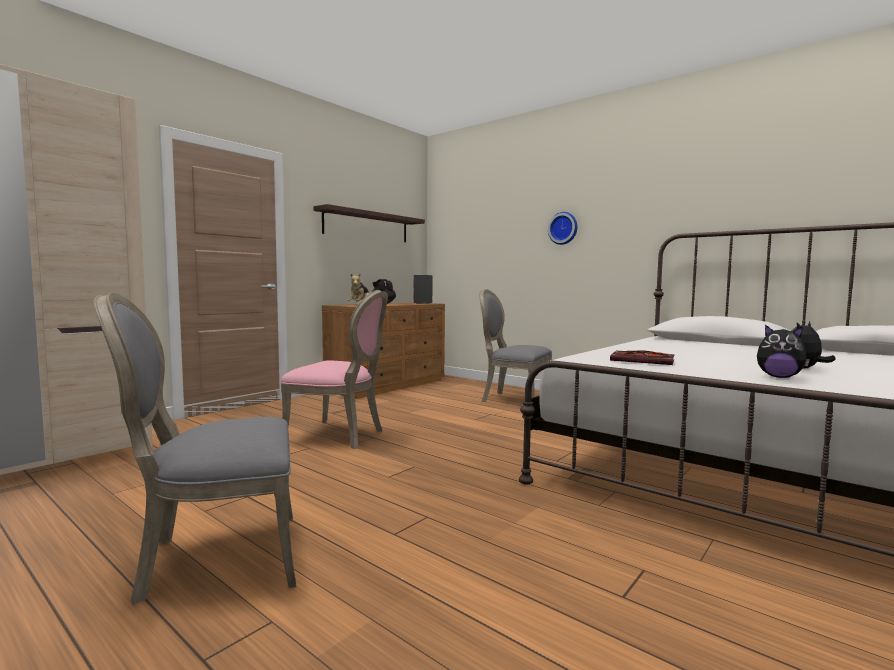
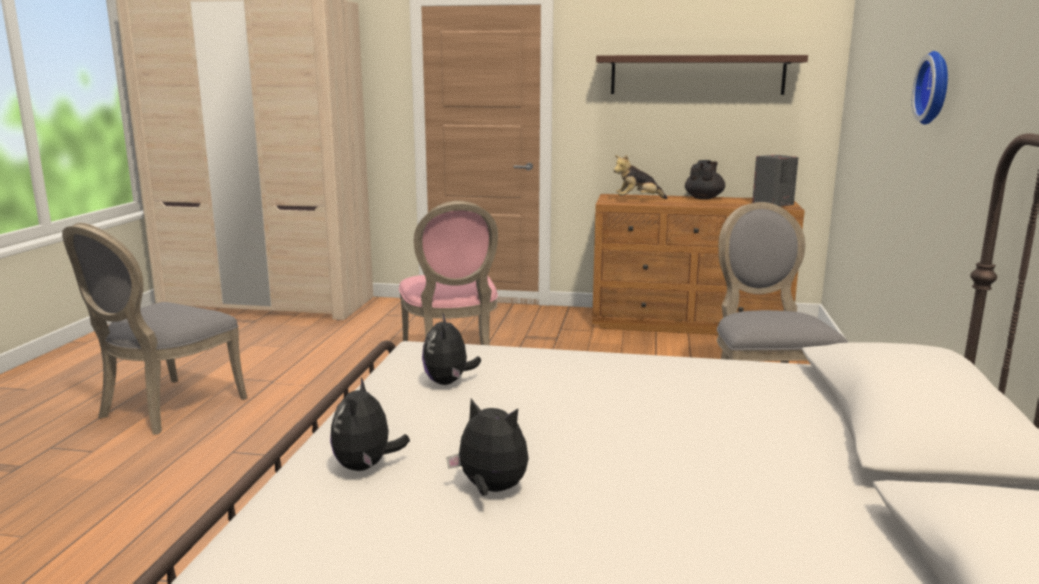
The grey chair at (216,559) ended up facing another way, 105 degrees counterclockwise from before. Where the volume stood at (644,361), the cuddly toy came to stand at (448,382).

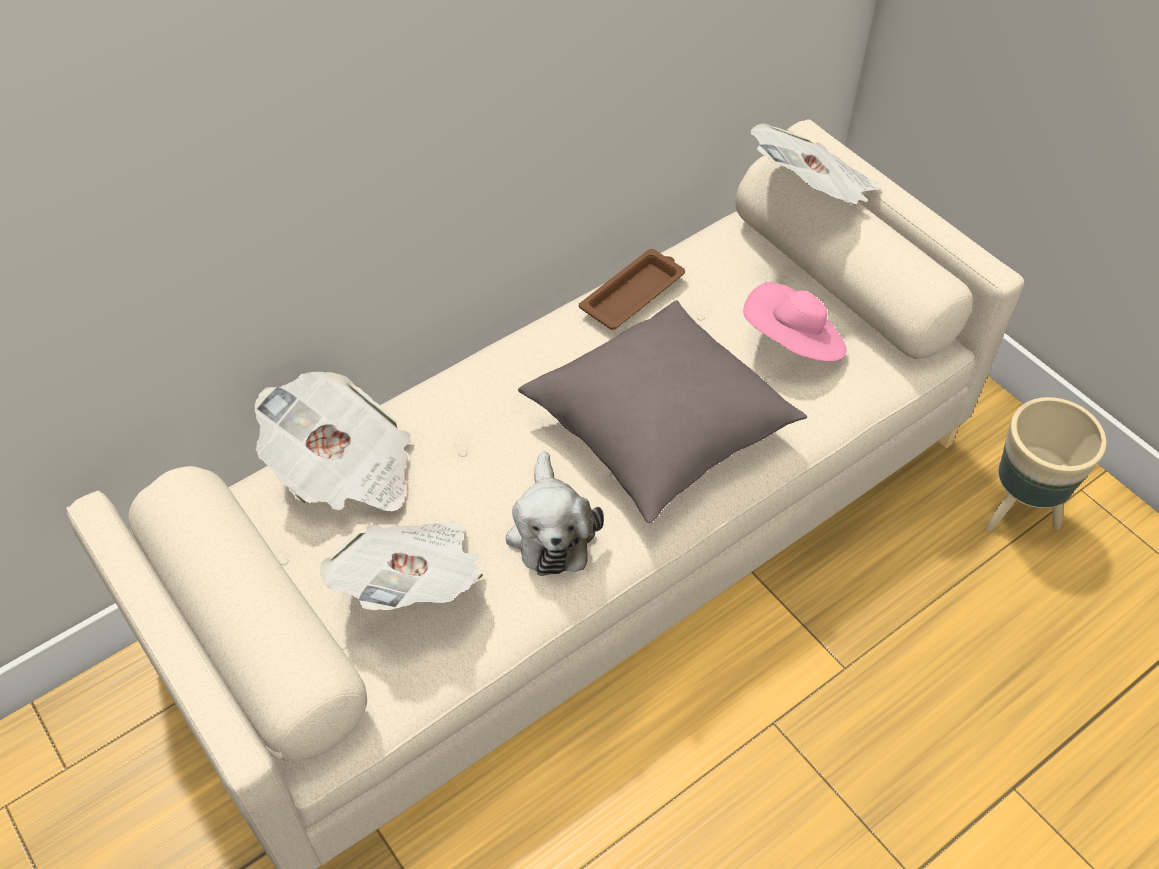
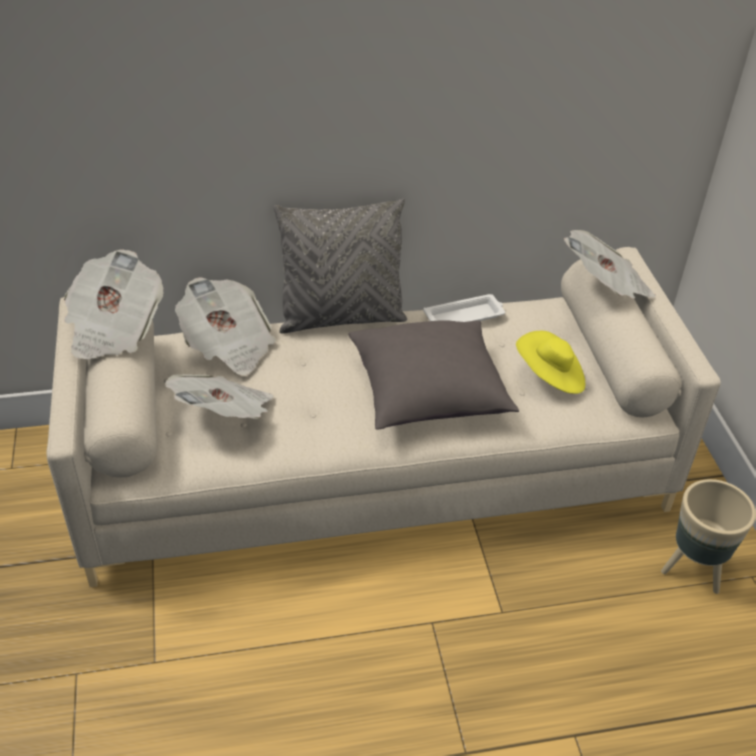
The second view gained the daily paper at (113,328). The second view gained the grey pillow at (341,317). What was the brown carrying tray at (634,294) turned into the white-coloured carrying tray at (465,316). What was the pinkish wearable hat at (793,343) turned into the yellow-coloured wearable hat at (550,377). The second view lost the cuddly toy at (551,529).

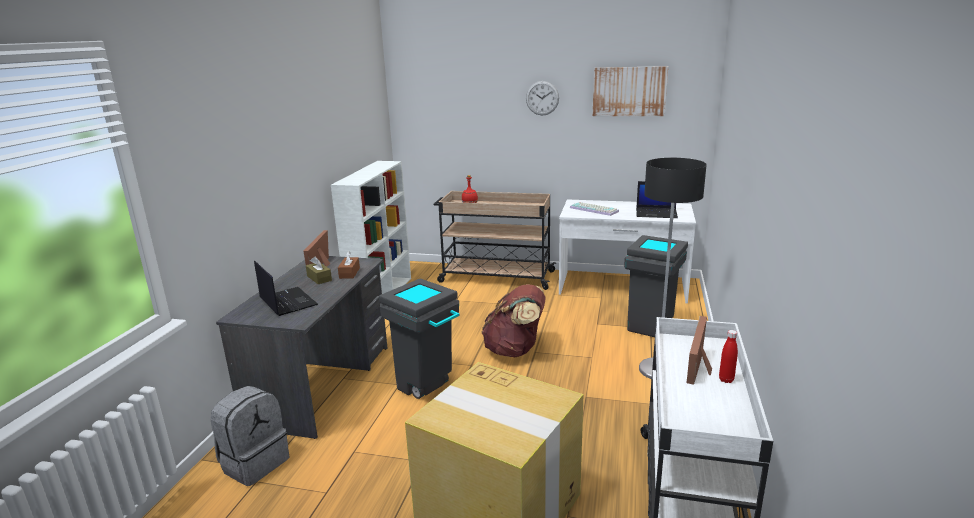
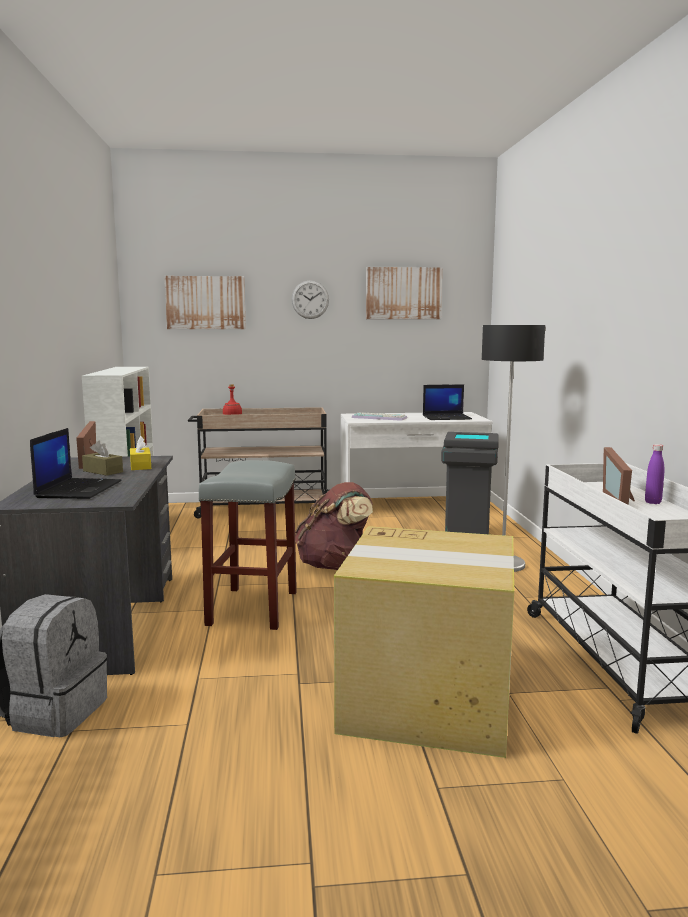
The laptop at (287,302) ended up facing another way, 60 degrees clockwise from before. What was the brown tissue holder at (349,273) turned into the yellow-coloured tissue holder at (140,466). The second view gained the picture at (205,303). Where the grey trash can stood at (428,388), the grey stool seat came to stand at (253,608). What was the reddish drink bottle at (726,380) turned into the purple-coloured drink bottle at (653,502).

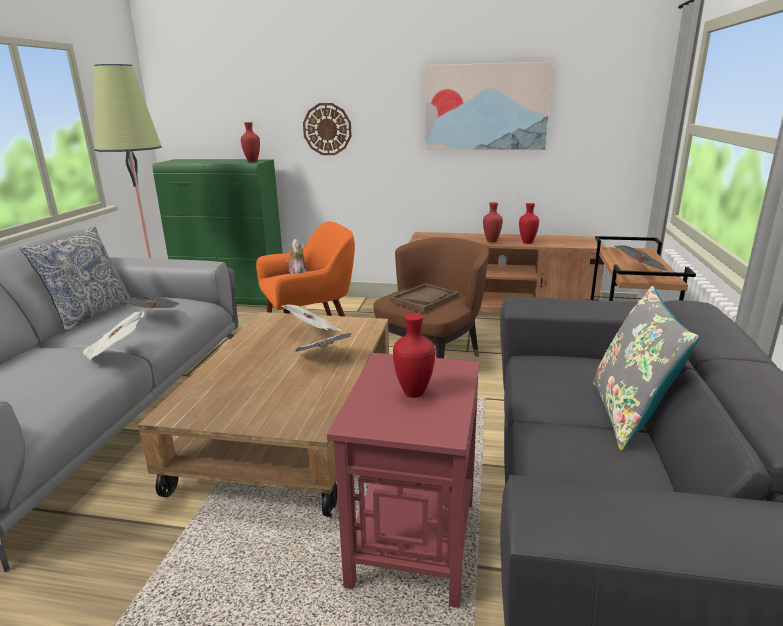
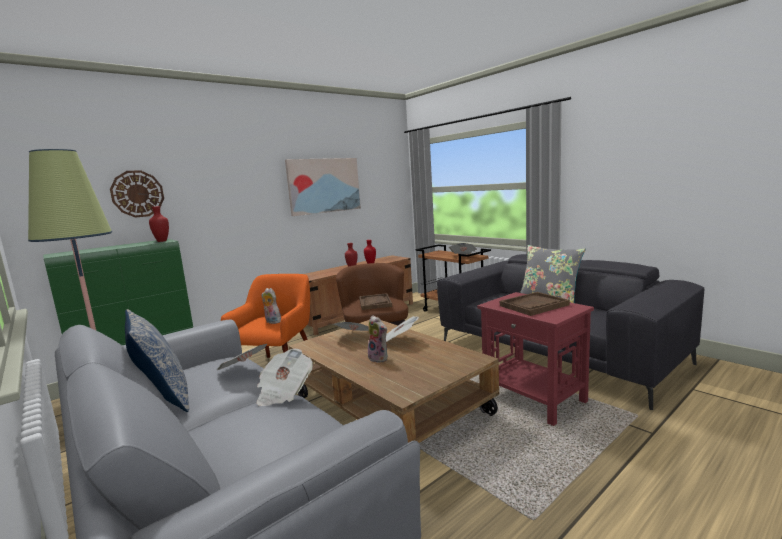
The clock on the wall ended up elsewhere, having gone from (327,129) to (137,194). The second view gained the cuddly toy at (379,358). Where the reddish vase stood at (412,393), the brown carrying tray came to stand at (534,305).

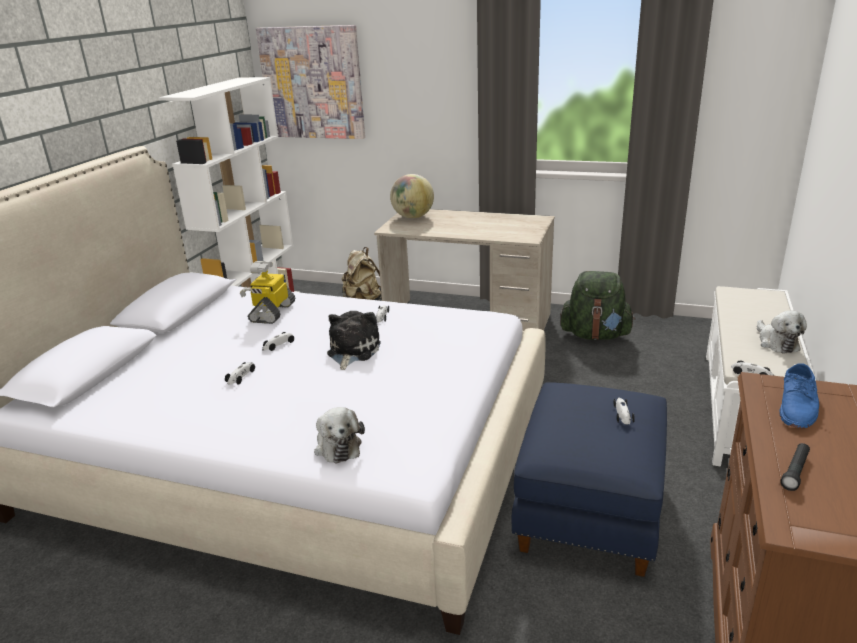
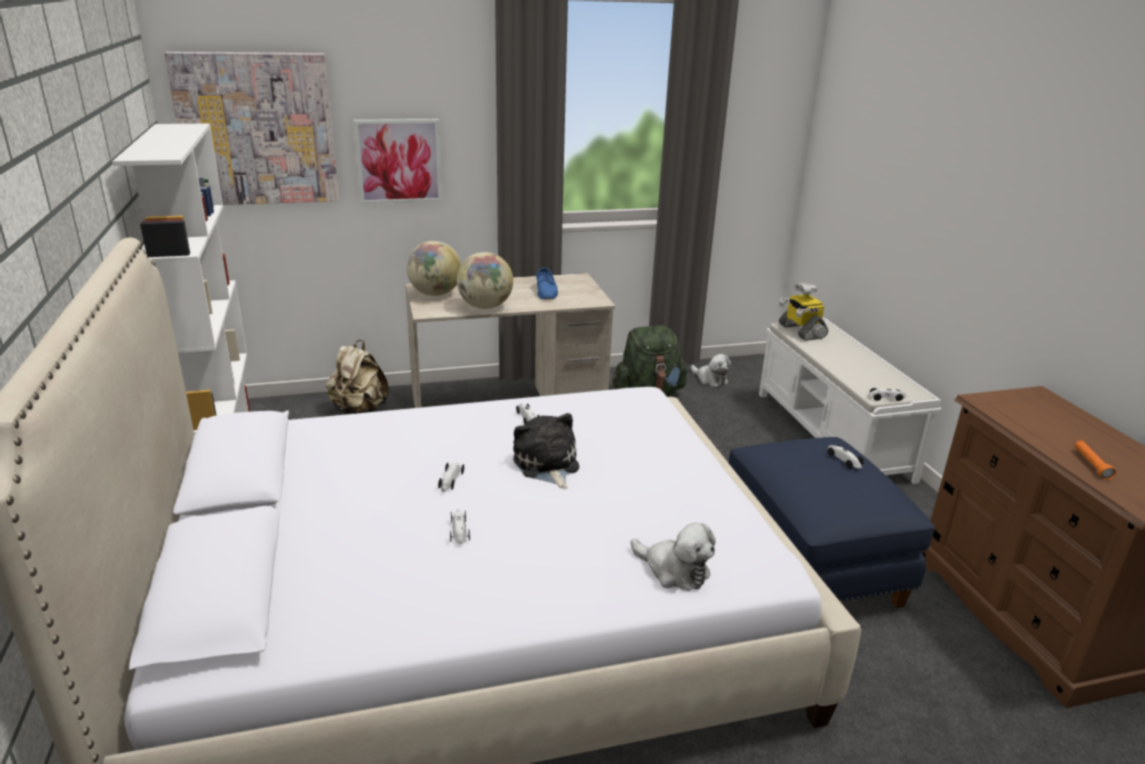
The second view gained the picture at (399,161). The second view gained the globe at (485,307). The blue item of footwear ended up elsewhere, having gone from (798,406) to (546,291). The cuddly toy ended up elsewhere, having gone from (776,342) to (710,379). The model robot ended up elsewhere, having gone from (272,312) to (800,331). What was the black-coloured flashlight at (795,471) turned into the orange flashlight at (1091,464).

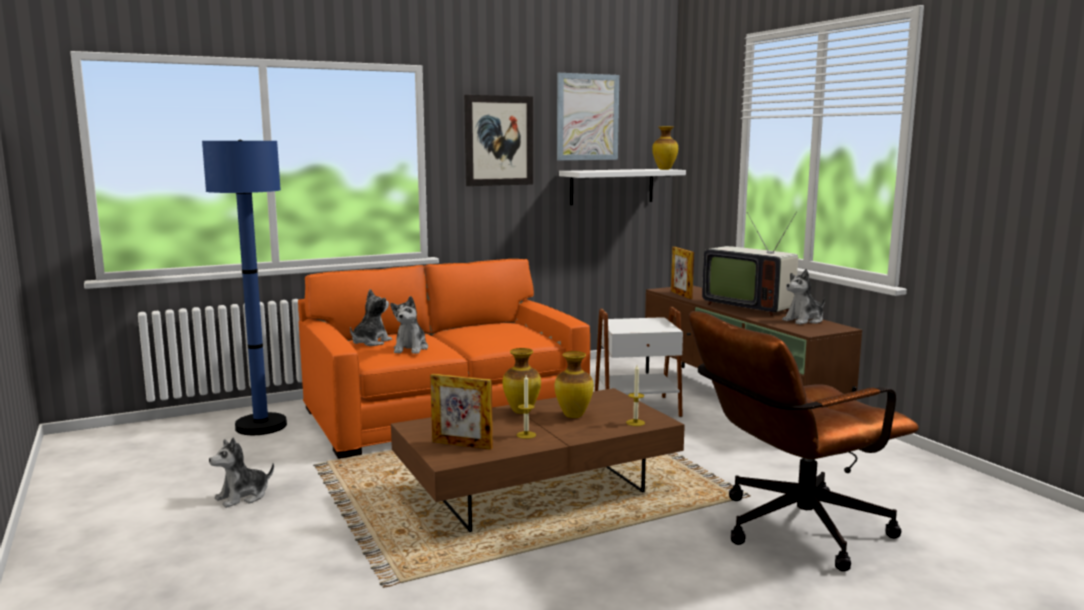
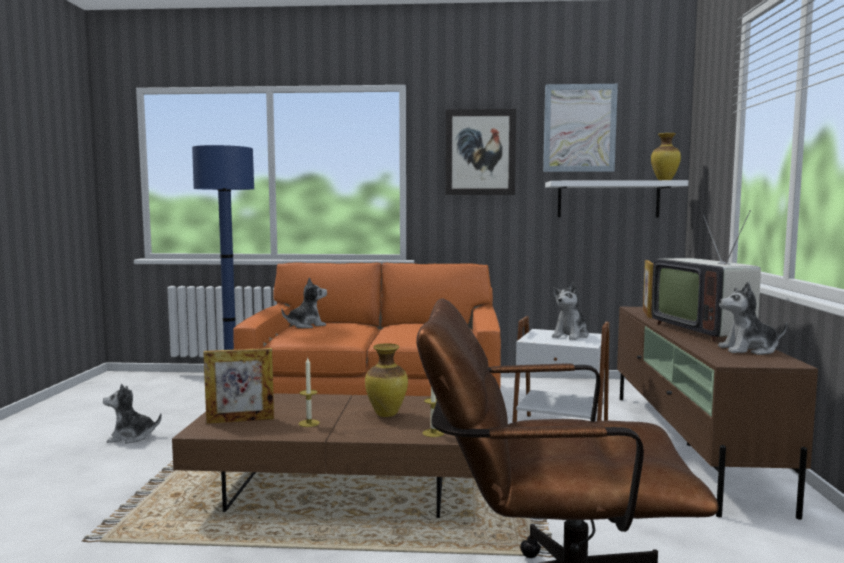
The photo frame at (462,445) ended up facing another way, 60 degrees counterclockwise from before. The cuddly toy ended up elsewhere, having gone from (411,349) to (571,335). The second view lost the vase at (522,411).

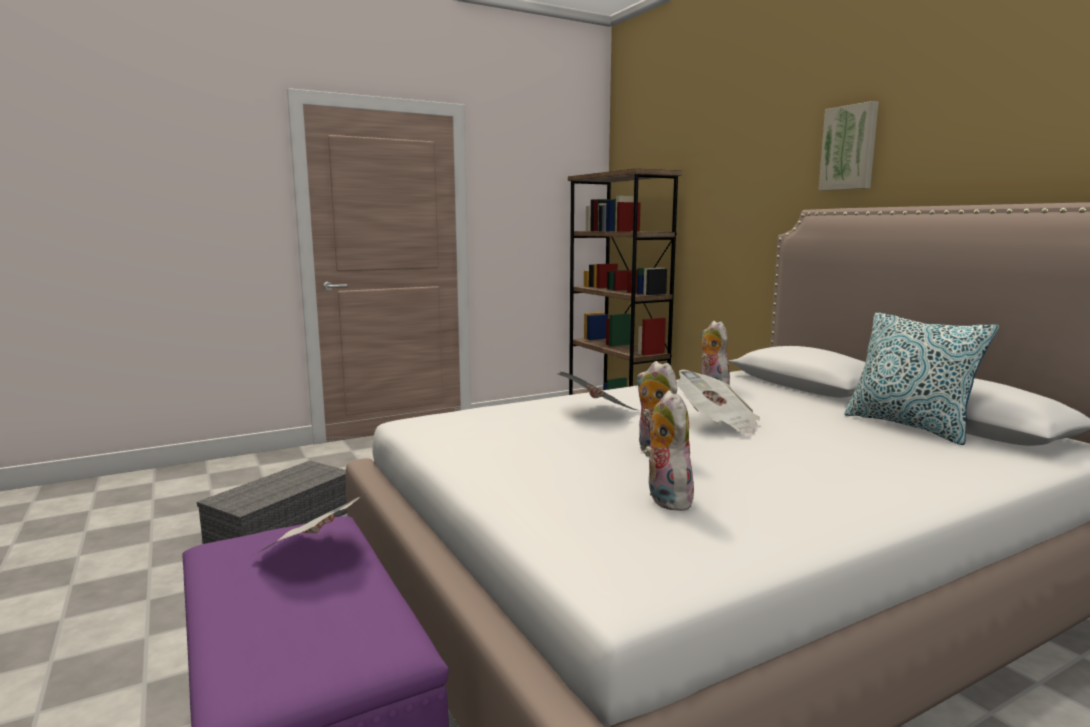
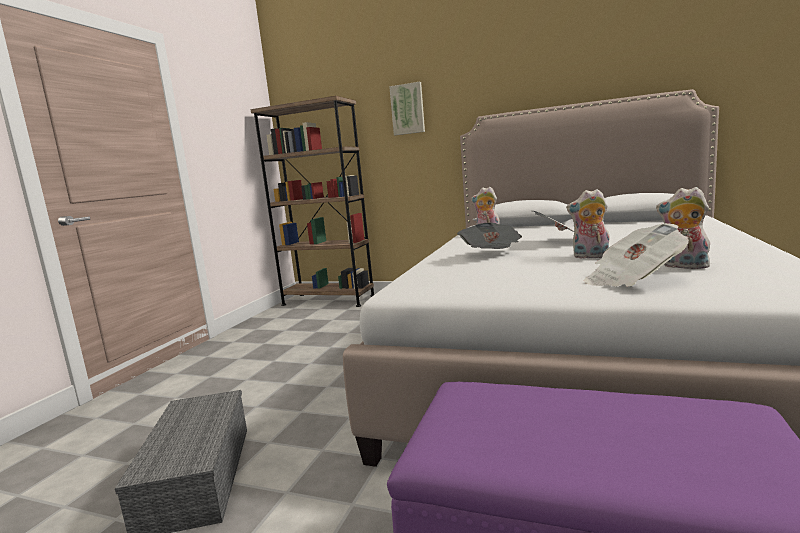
The picture ended up elsewhere, having gone from (849,148) to (407,109). The daily paper ended up elsewhere, having gone from (312,551) to (632,280). The second view lost the pillow at (909,426).

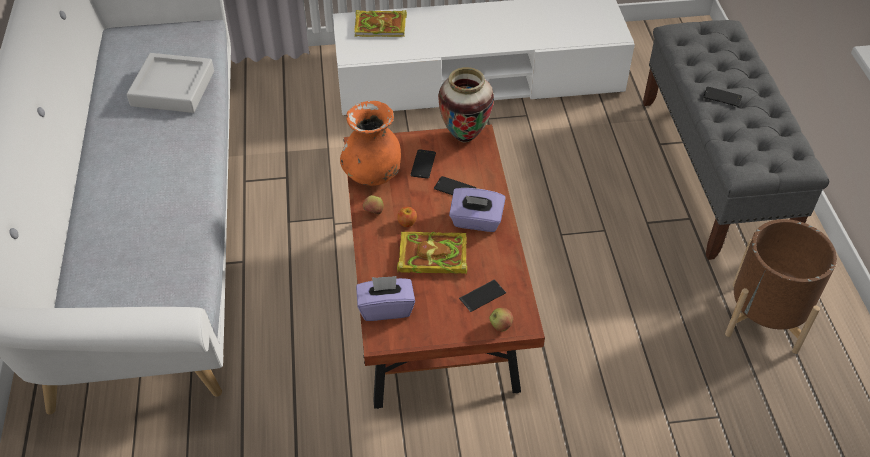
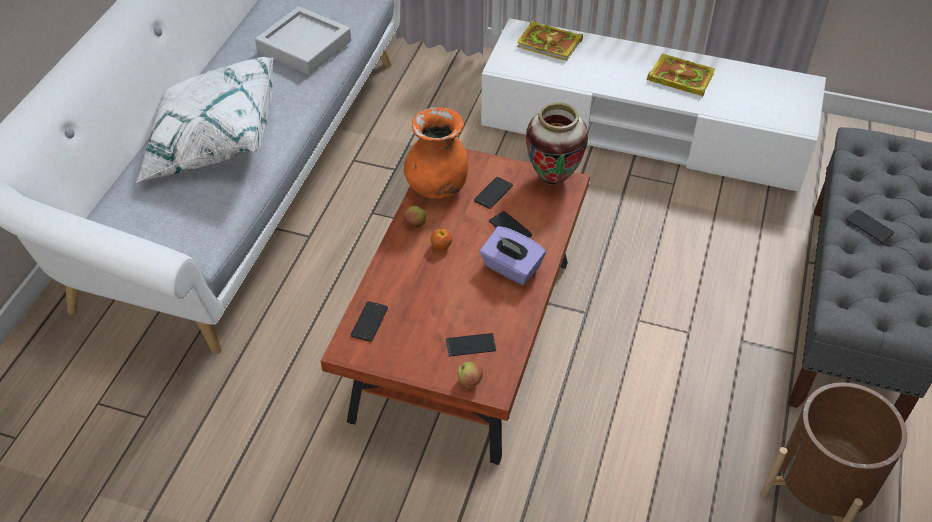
The second view gained the white-coloured pillow at (212,142). Where the purple-coloured tissue holder stood at (386,308), the phone came to stand at (369,322). The volume ended up elsewhere, having gone from (431,256) to (679,78).

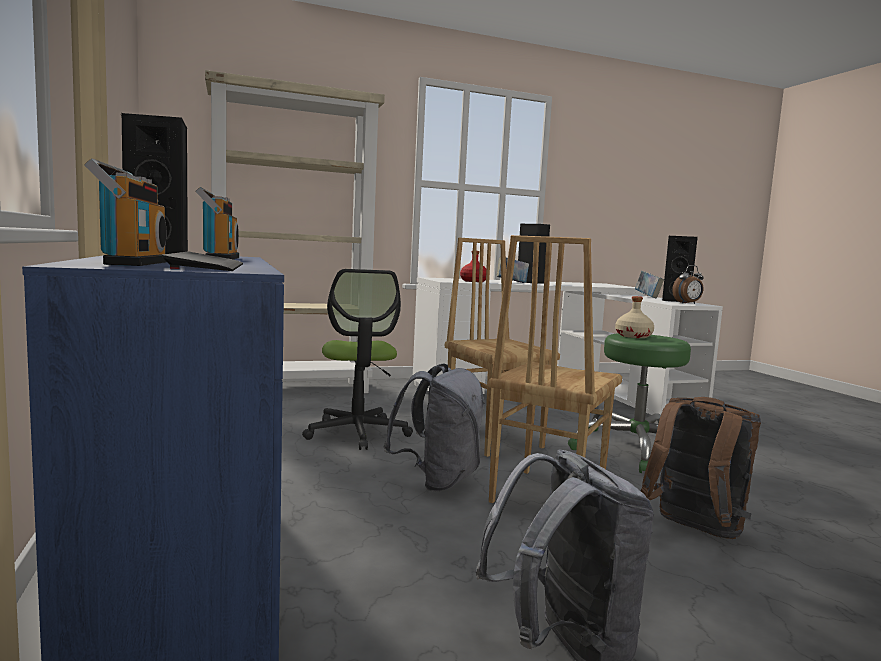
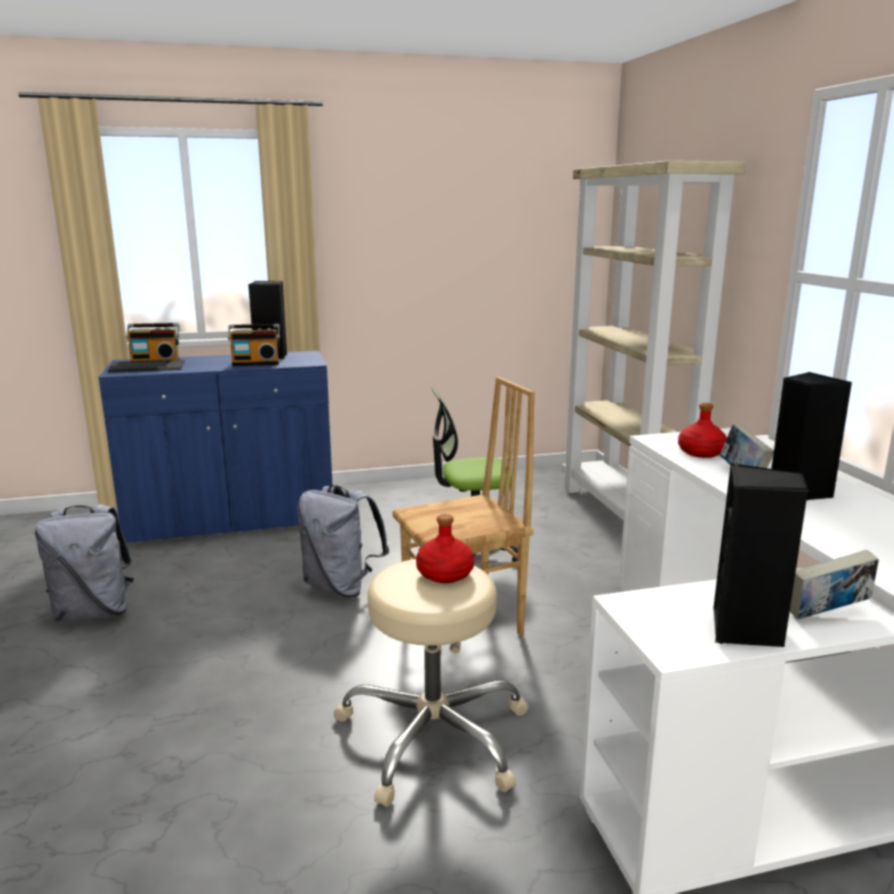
What was the green-coloured stool seat at (635,450) turned into the sand-coloured stool seat at (434,736). What was the sand-coloured drink bottle at (634,336) turned into the reddish drink bottle at (444,574). The second view lost the brown chair at (545,495). The second view lost the brown backpack at (693,531). The second view lost the table clock at (687,303).

